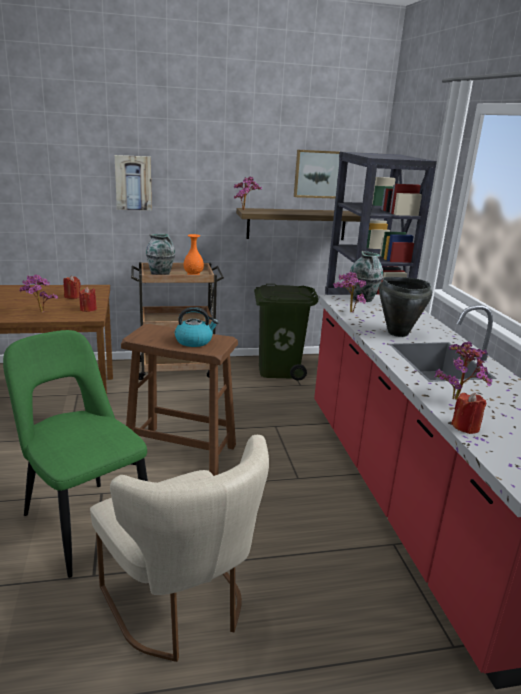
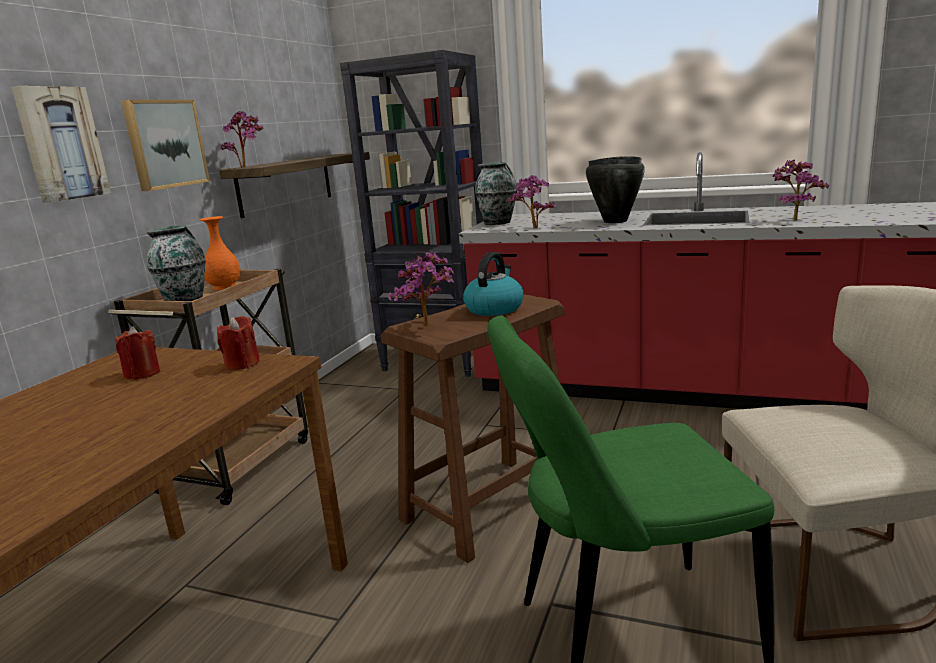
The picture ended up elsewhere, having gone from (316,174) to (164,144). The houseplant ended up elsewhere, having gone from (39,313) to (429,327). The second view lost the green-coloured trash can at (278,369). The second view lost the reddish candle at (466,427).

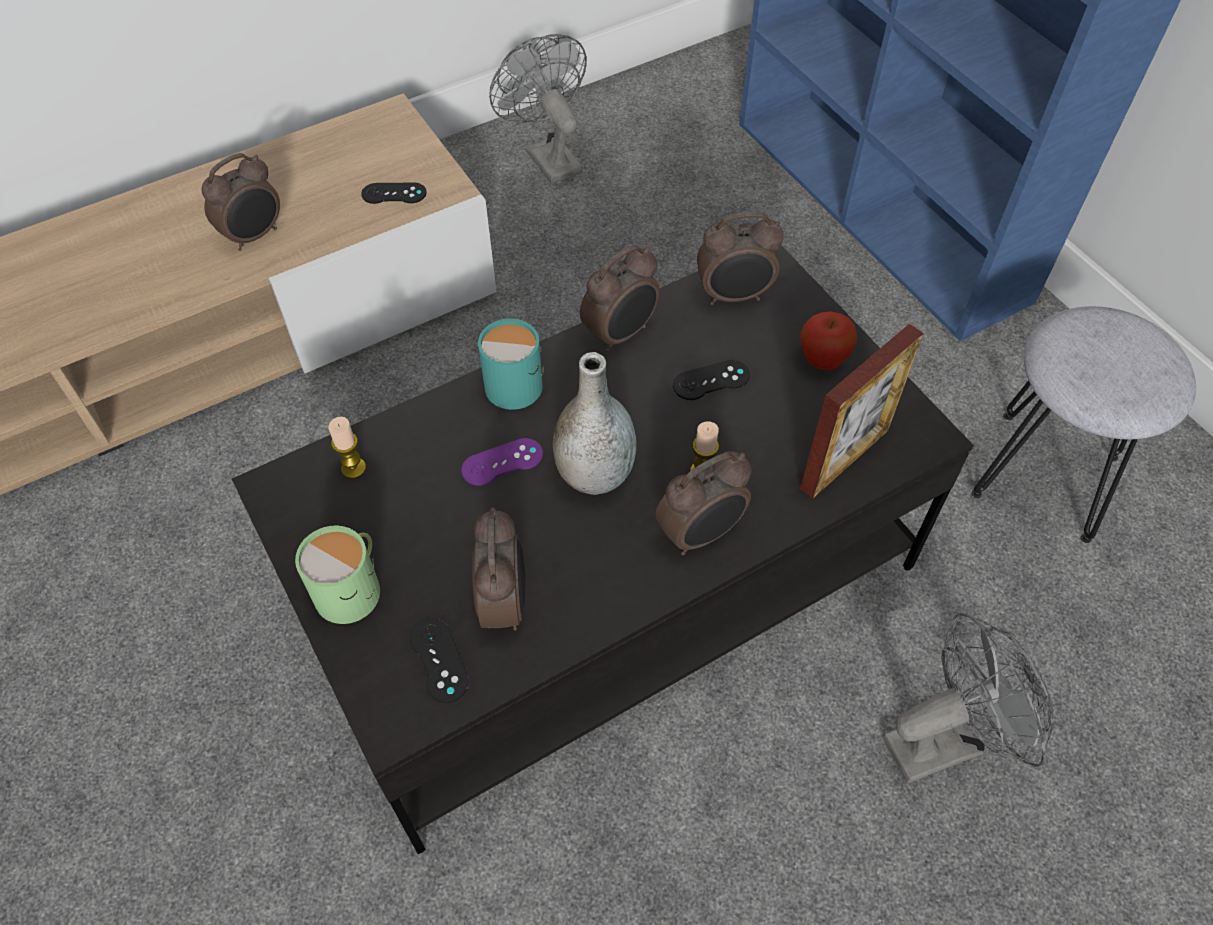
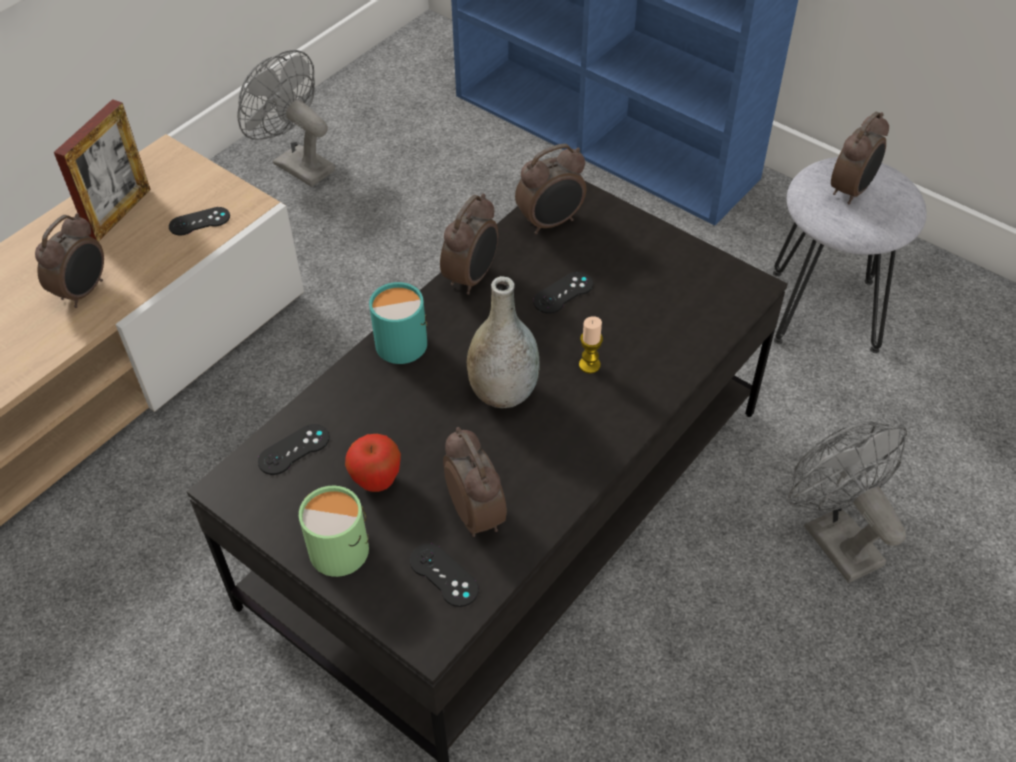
The photo frame ended up elsewhere, having gone from (844,459) to (119,213). Where the candle stood at (353,468), the black-coloured gamepad came to stand at (294,449). The apple ended up elsewhere, having gone from (822,361) to (376,481). The grey cooling fan at (944,739) ended up facing another way, 75 degrees counterclockwise from before. The table clock ended up elsewhere, having gone from (701,534) to (852,190). The second view lost the purple-coloured gamepad at (502,462).

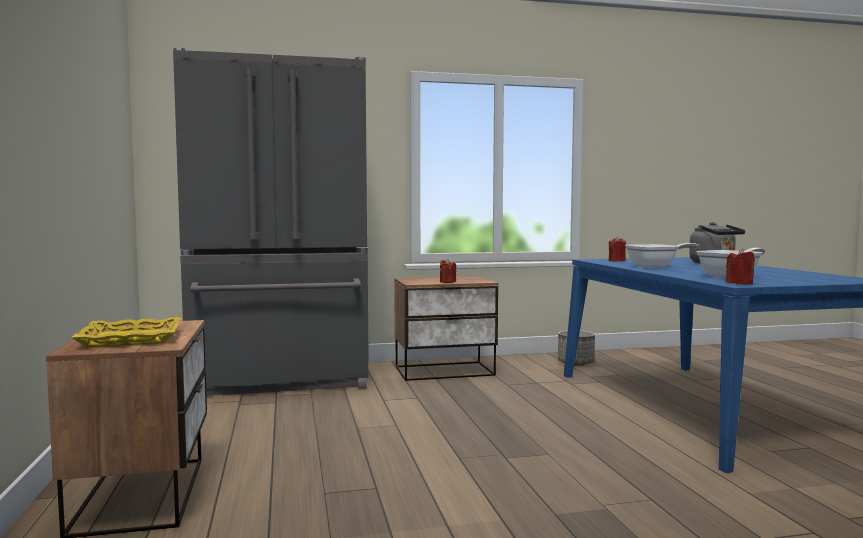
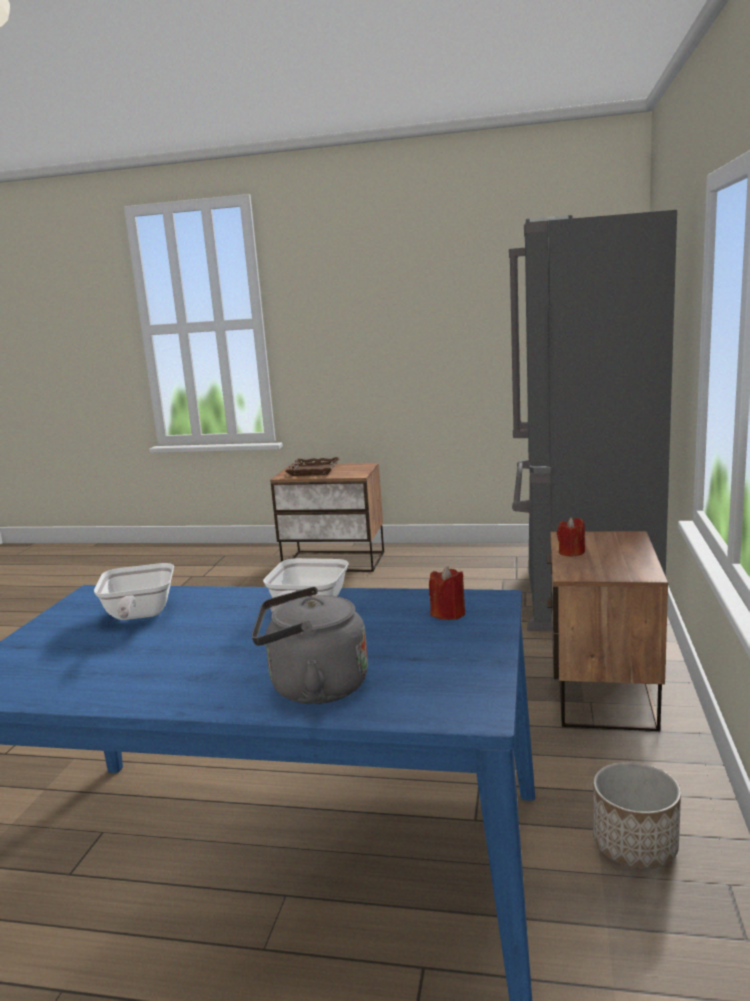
What was the yellow-coloured carrying tray at (130,339) turned into the brown carrying tray at (313,470). The second view lost the reddish candle at (739,283).

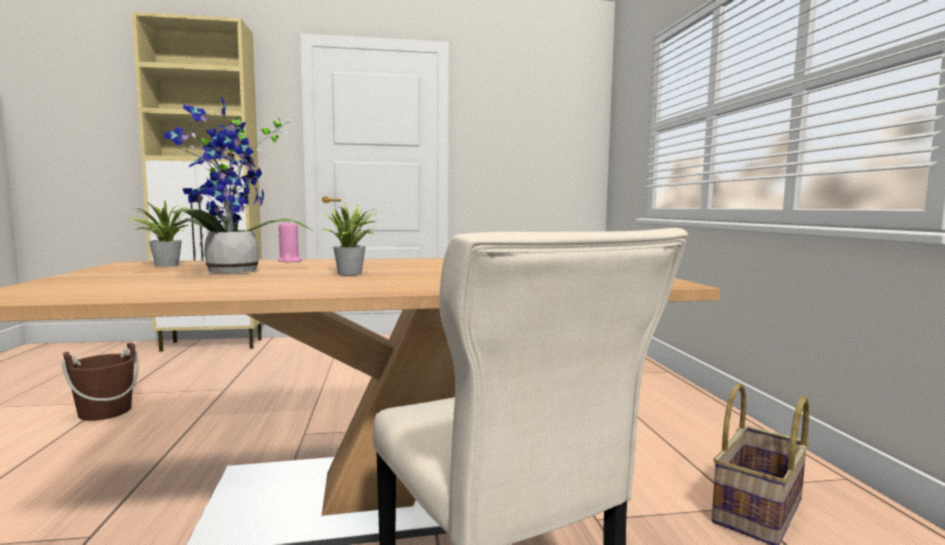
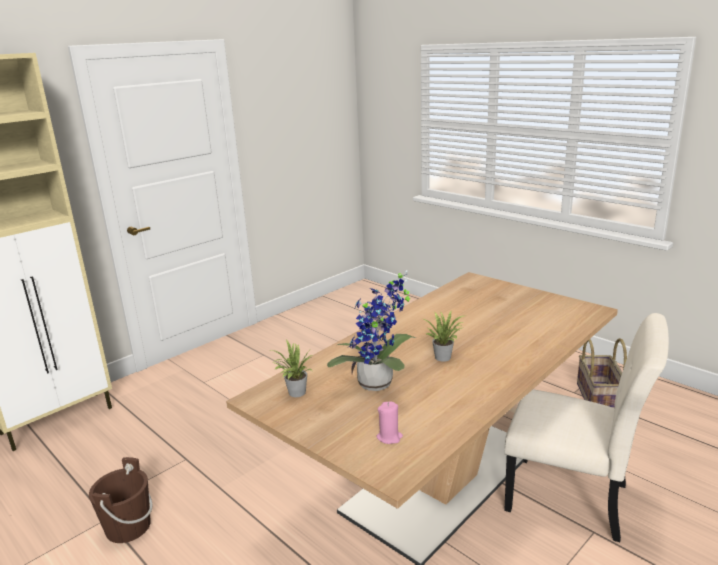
The pinkish candle ended up elsewhere, having gone from (290,261) to (389,437).

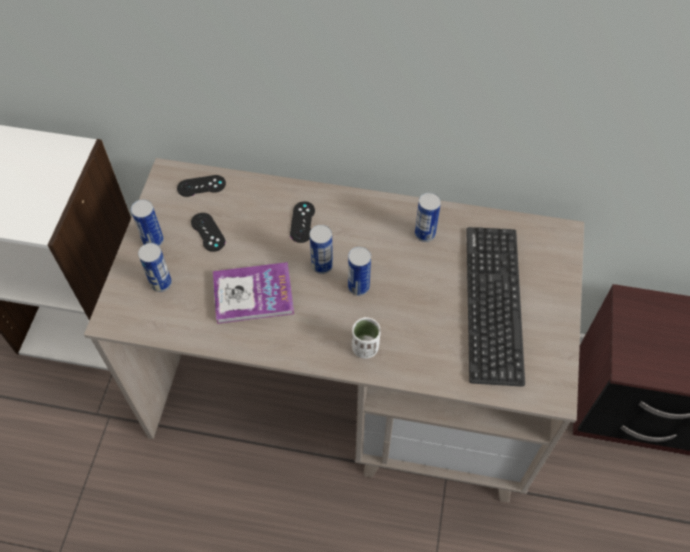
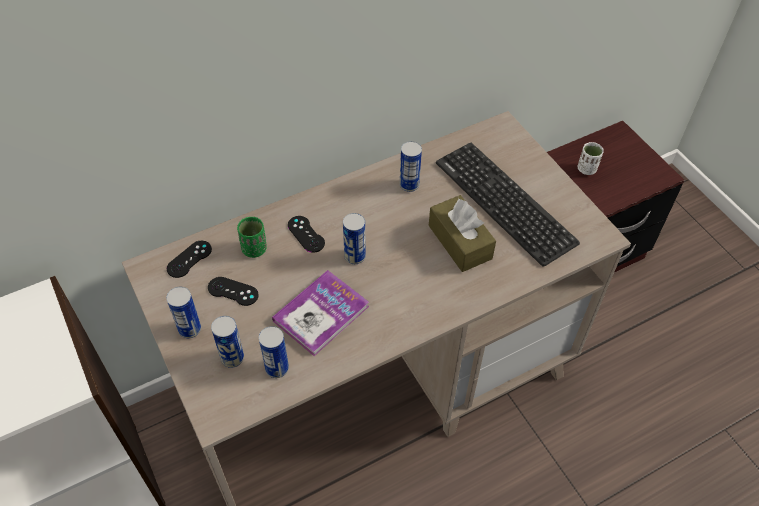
The second view gained the green-coloured cup at (254,249). The can ended up elsewhere, having gone from (358,287) to (277,368). The second view gained the brown tissue holder at (460,242). The white-coloured cup ended up elsewhere, having gone from (365,348) to (586,169).

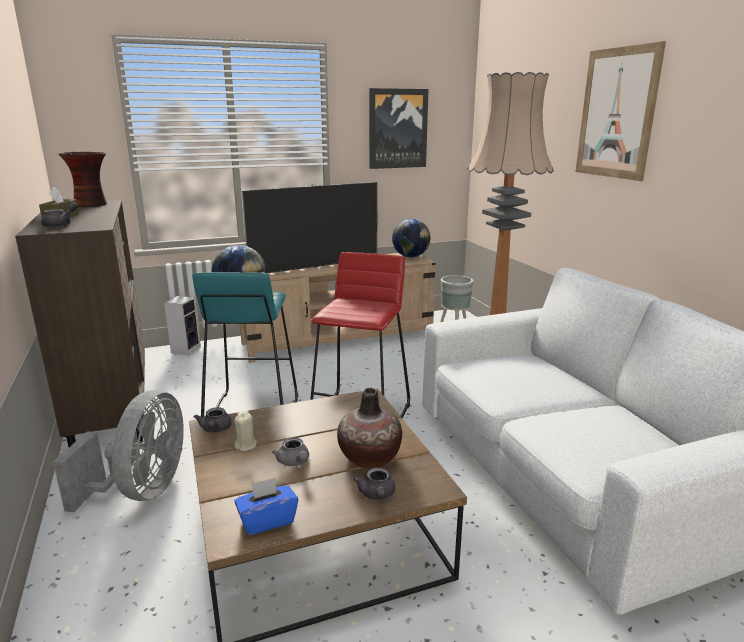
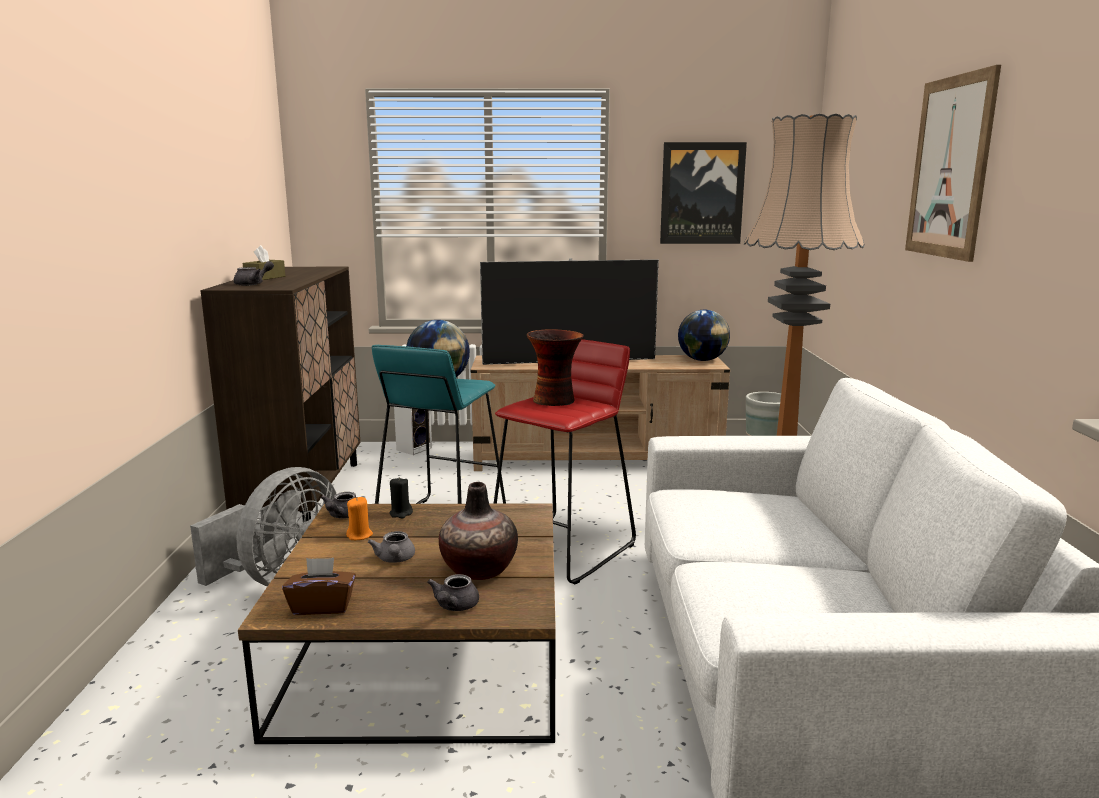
What was the blue tissue holder at (267,520) turned into the brown tissue holder at (322,606). What was the sand-coloured candle at (246,445) turned into the orange candle at (360,535). The second view gained the black-coloured candle at (401,513). The vase ended up elsewhere, having gone from (92,205) to (555,401).

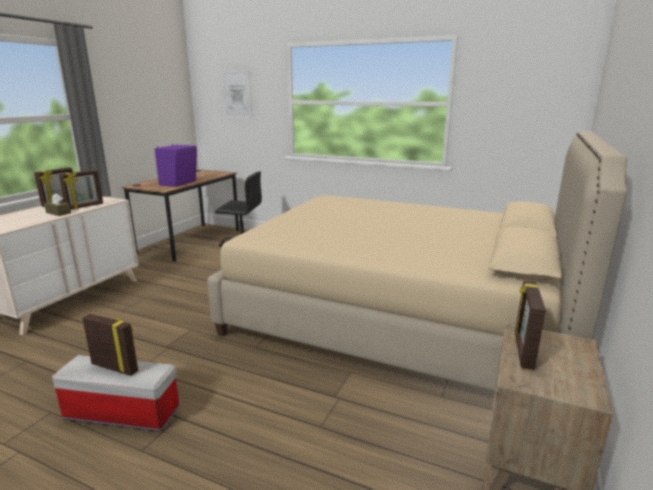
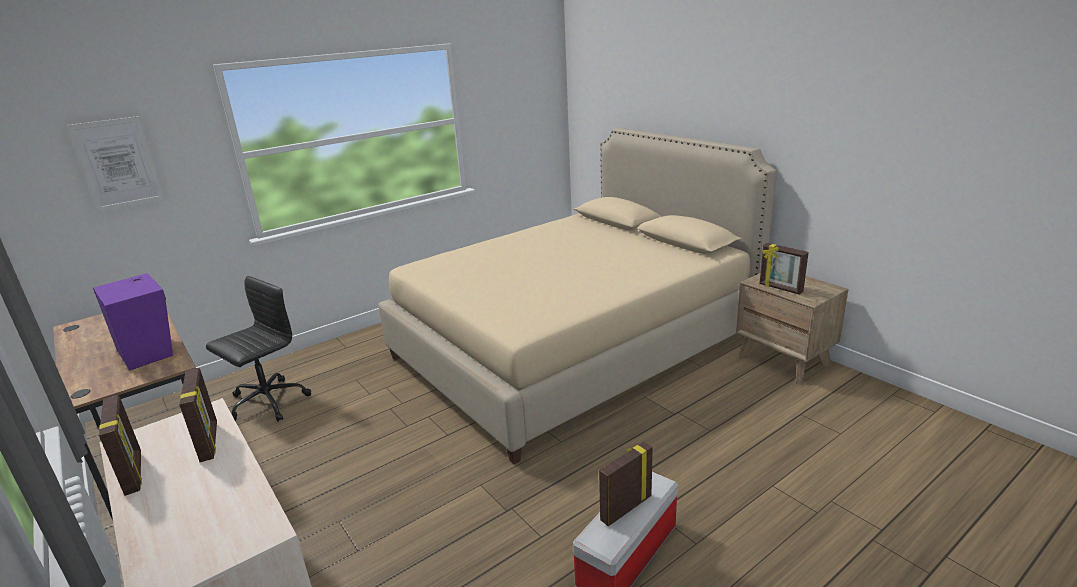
The second view lost the brown tissue holder at (58,213).

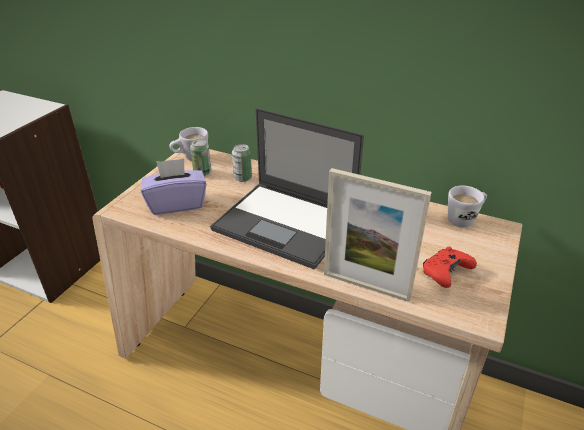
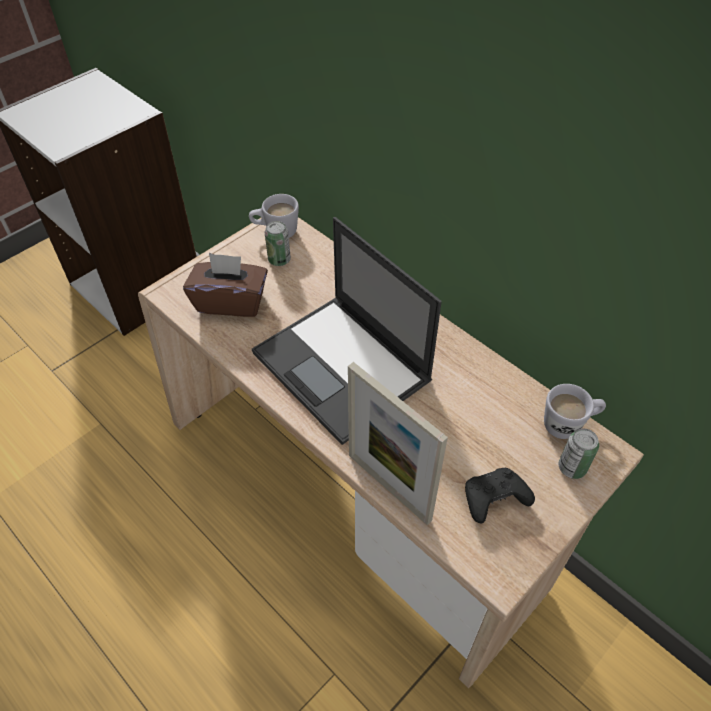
What was the purple-coloured tissue holder at (176,203) turned into the brown tissue holder at (231,302). What was the reddish gamepad at (445,273) turned into the black-coloured gamepad at (494,499). The can ended up elsewhere, having gone from (243,178) to (572,467).

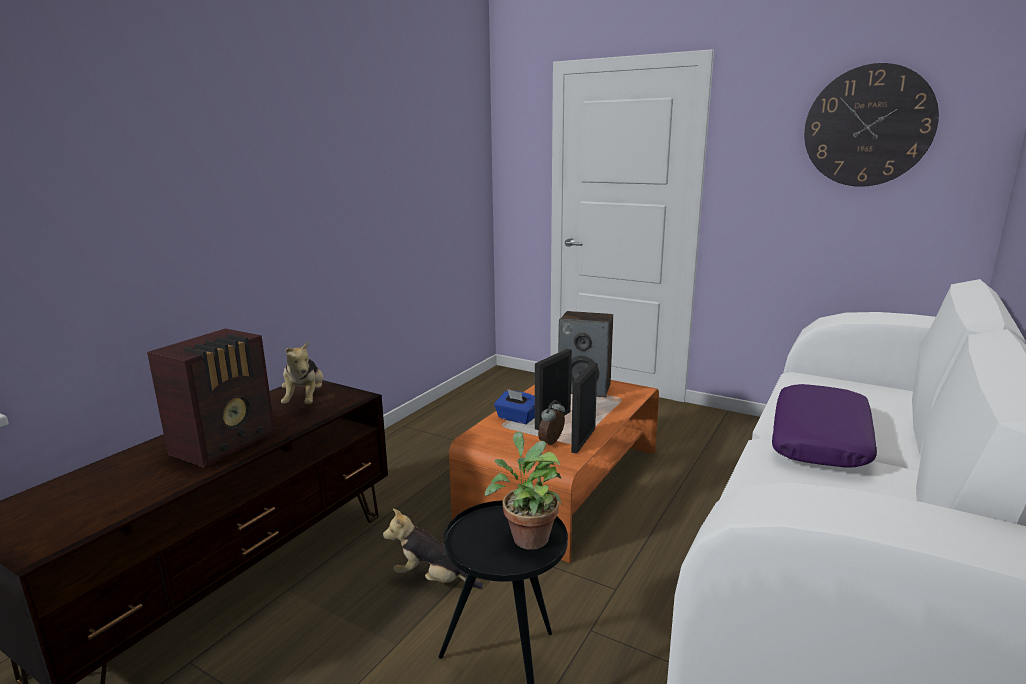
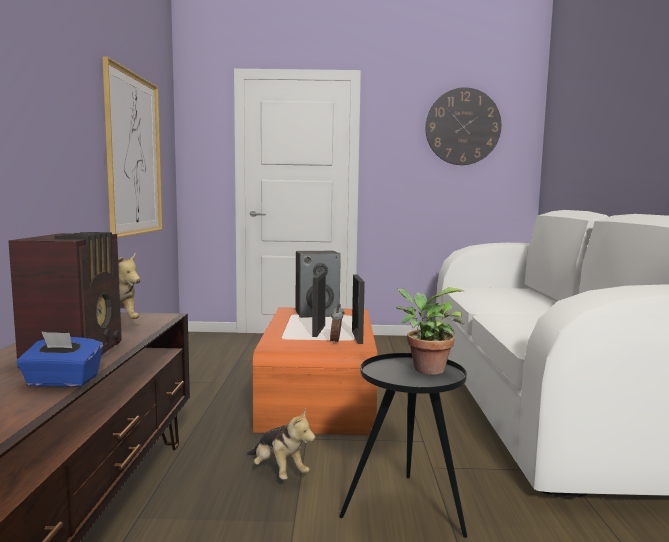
The blue tissue holder ended up elsewhere, having gone from (516,418) to (62,381). The second view gained the picture at (134,155). The cuddly toy at (432,579) ended up facing another way, 120 degrees counterclockwise from before. The second view lost the purple-coloured pillow at (821,439).

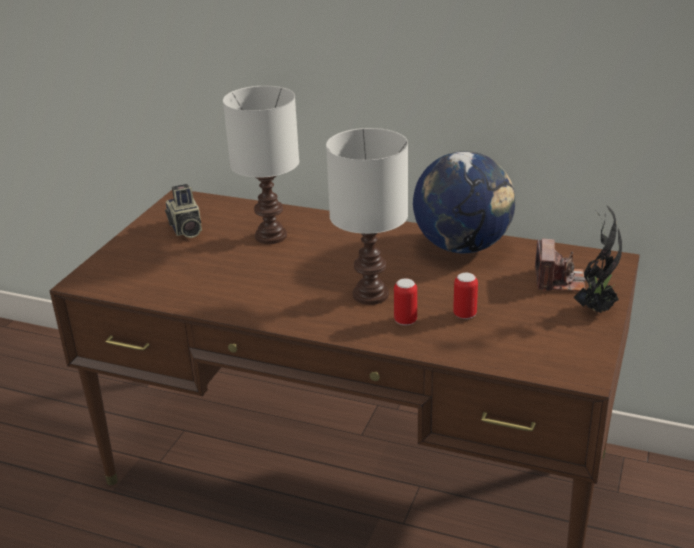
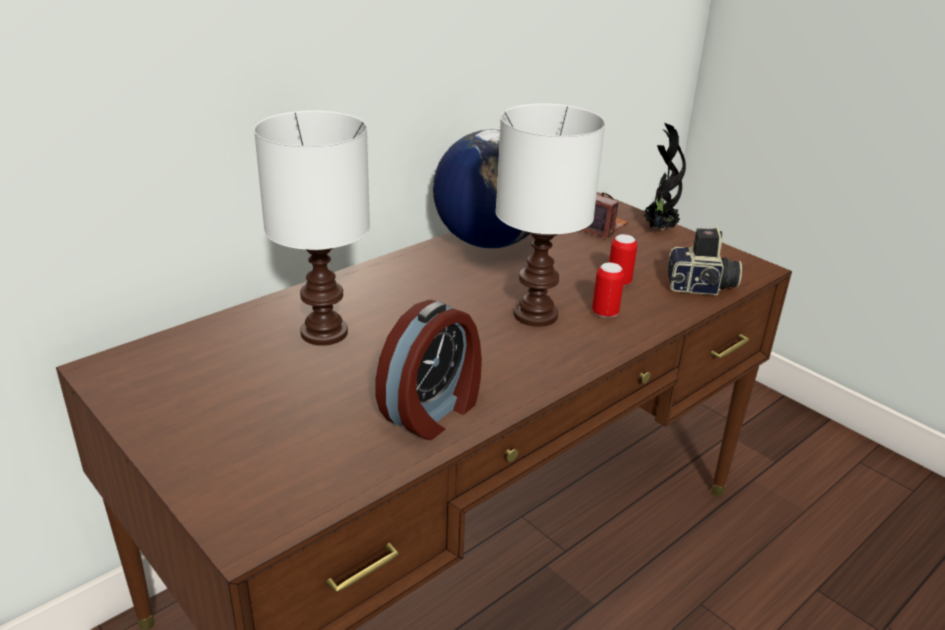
The second view gained the table clock at (433,411). The still camera ended up elsewhere, having gone from (185,229) to (700,287).

